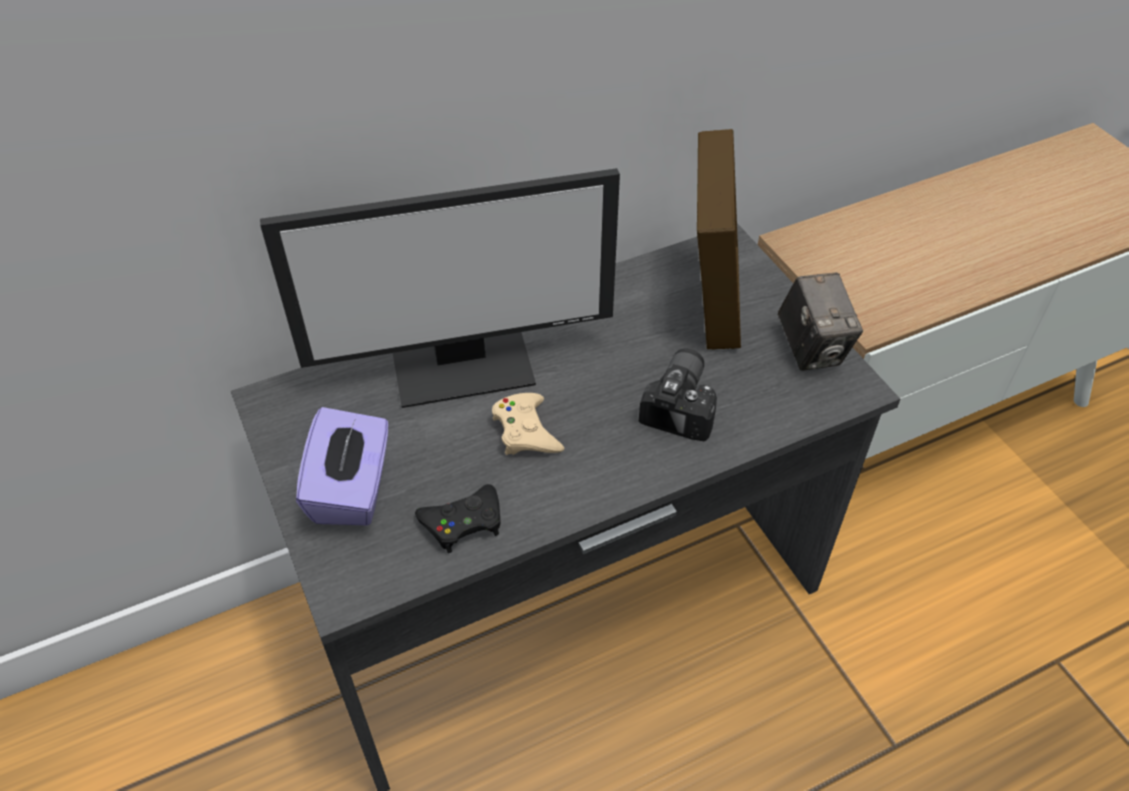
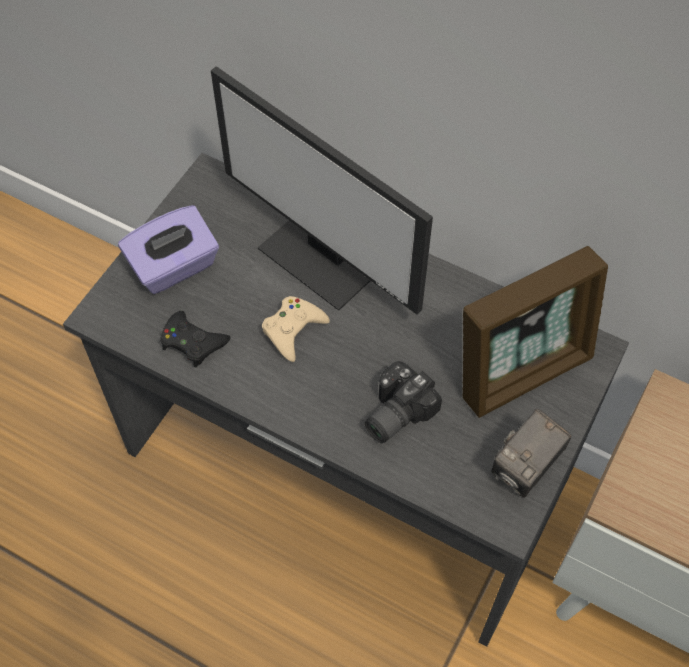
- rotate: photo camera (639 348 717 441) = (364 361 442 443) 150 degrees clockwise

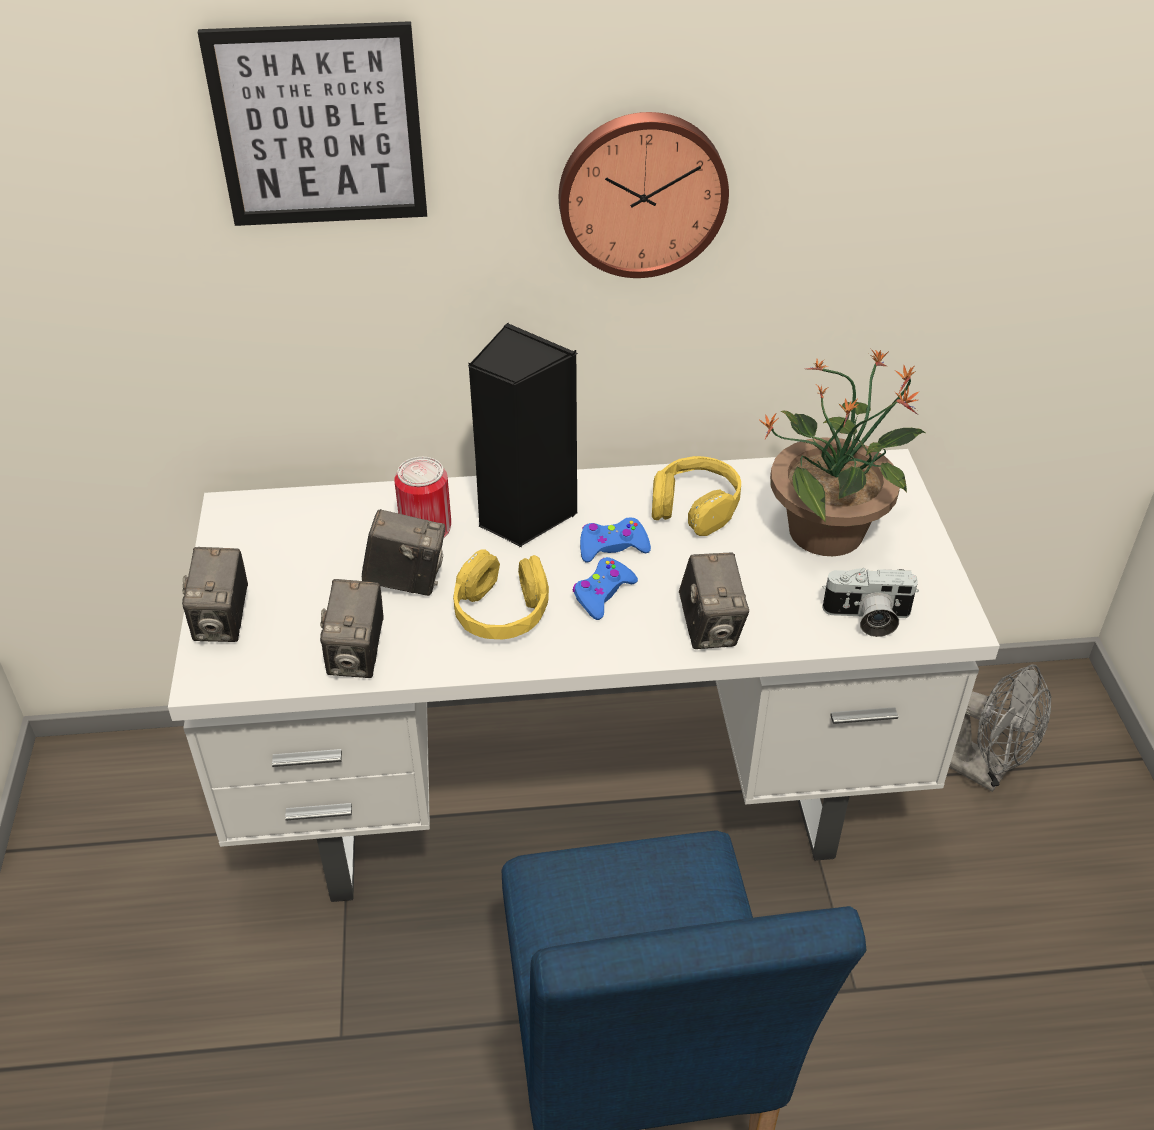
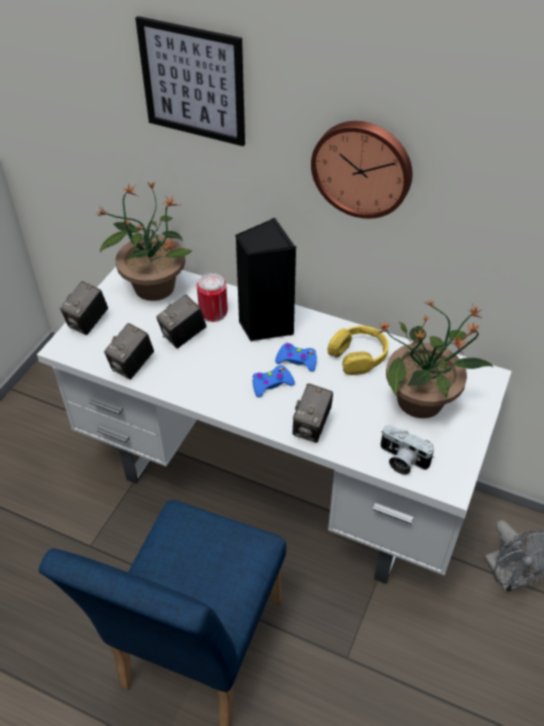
- rotate: photo camera (362 509 445 596) = (156 295 207 348) 105 degrees clockwise
- delete: yellow headphones (453 549 549 639)
- insert: potted plant (94 182 192 301)

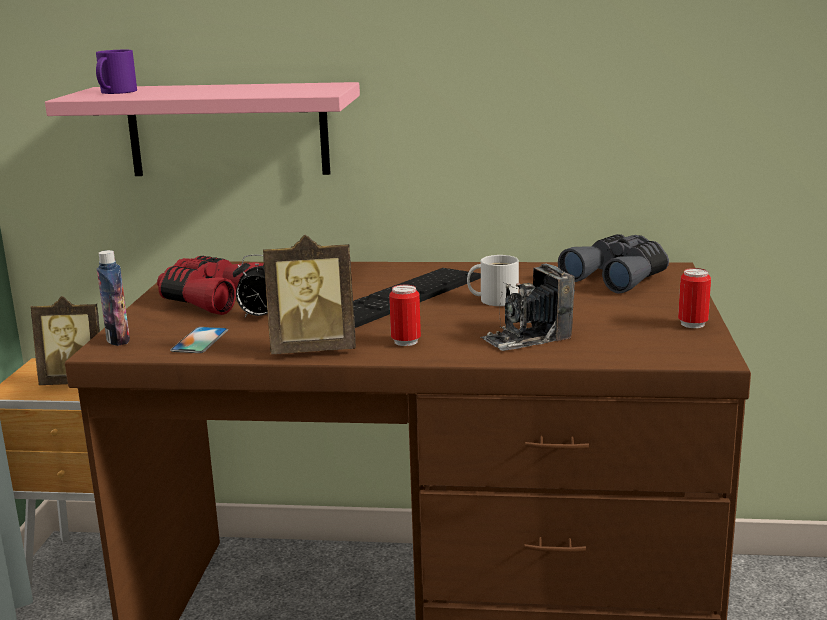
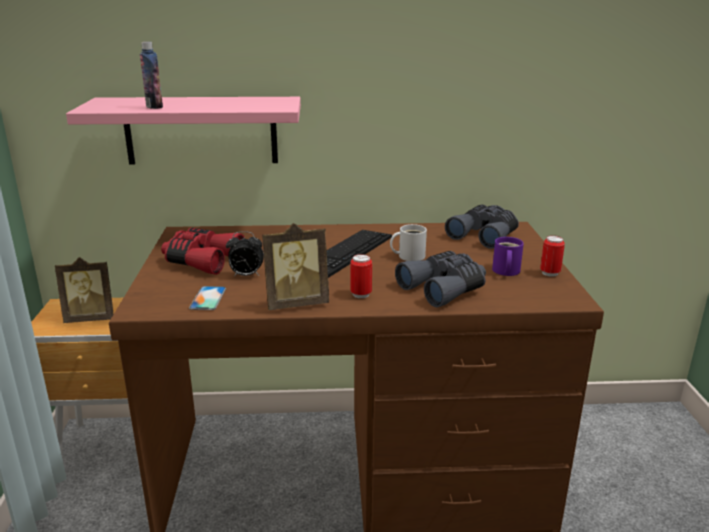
- move: purple mug (96 50 137 94) to (492 237 524 276)
- move: bottle (97 250 130 346) to (140 42 163 109)
- replace: photo camera (480 263 575 351) to grey binoculars (395 251 486 307)

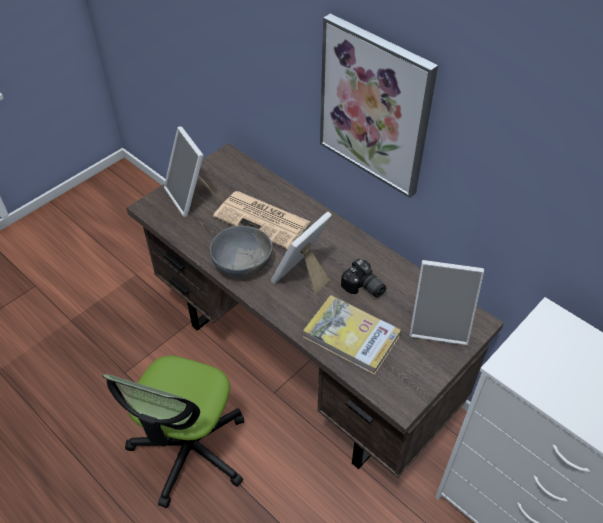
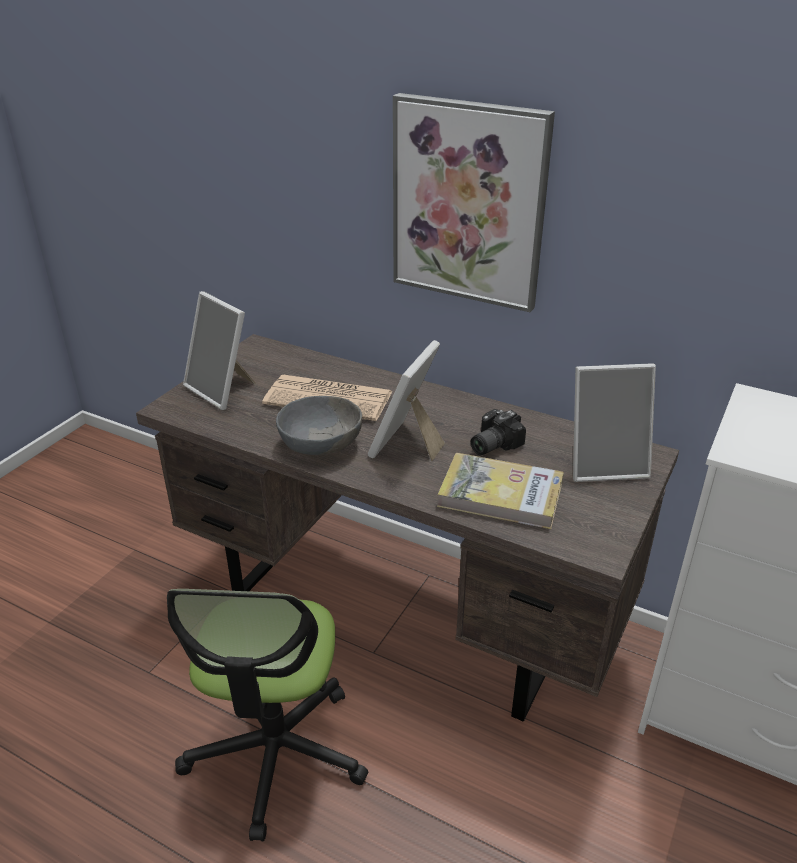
- rotate: photo camera (341 259 386 298) = (471 409 526 455) 105 degrees clockwise

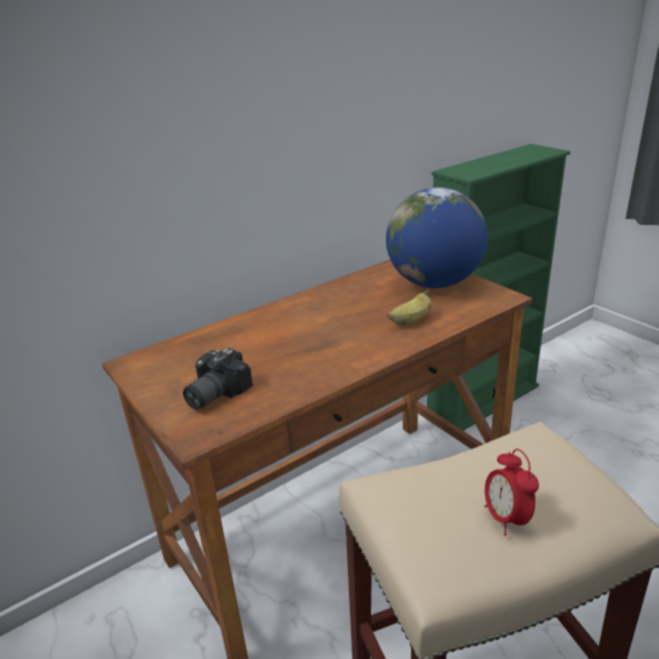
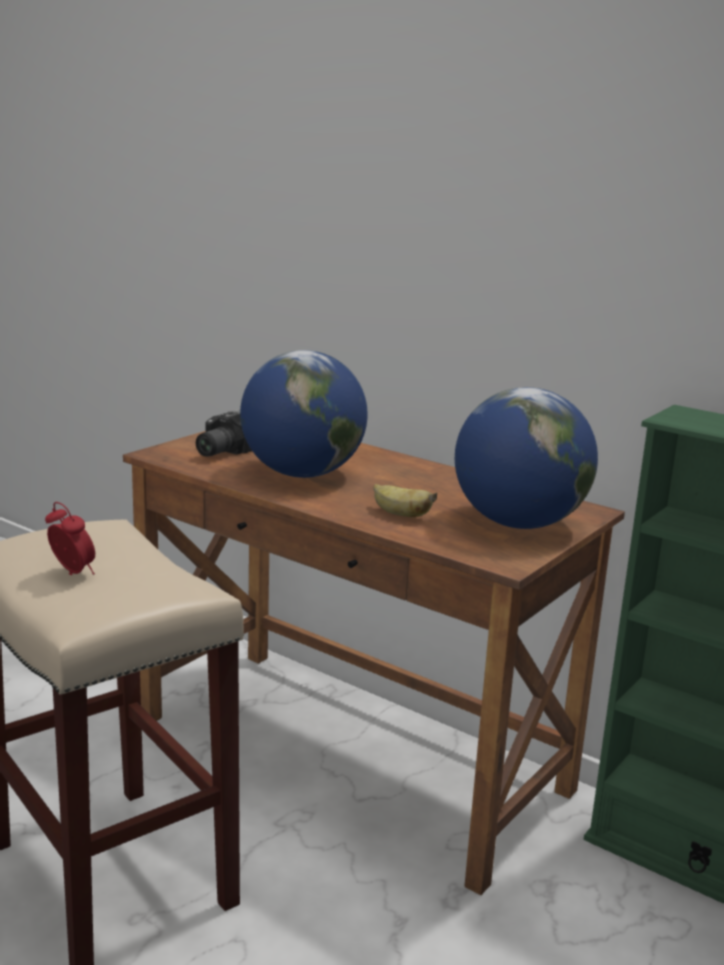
- rotate: photo camera (183 348 253 410) = (196 410 252 457) 75 degrees counterclockwise
- rotate: alarm clock (485 449 539 536) = (45 502 95 575) 75 degrees clockwise
- insert: globe (240 350 368 478)

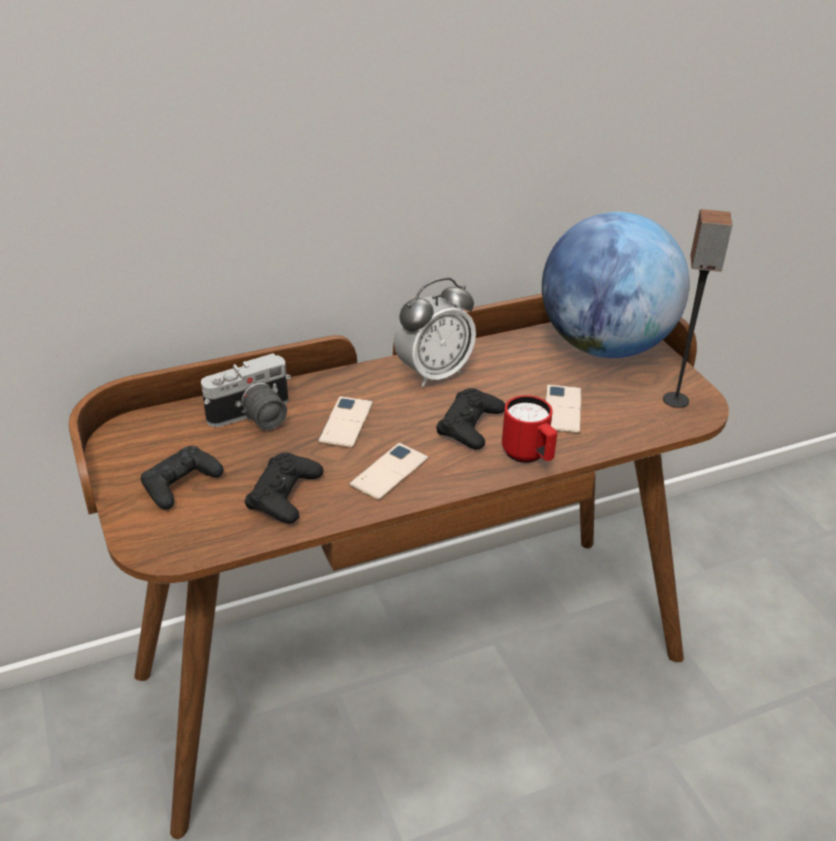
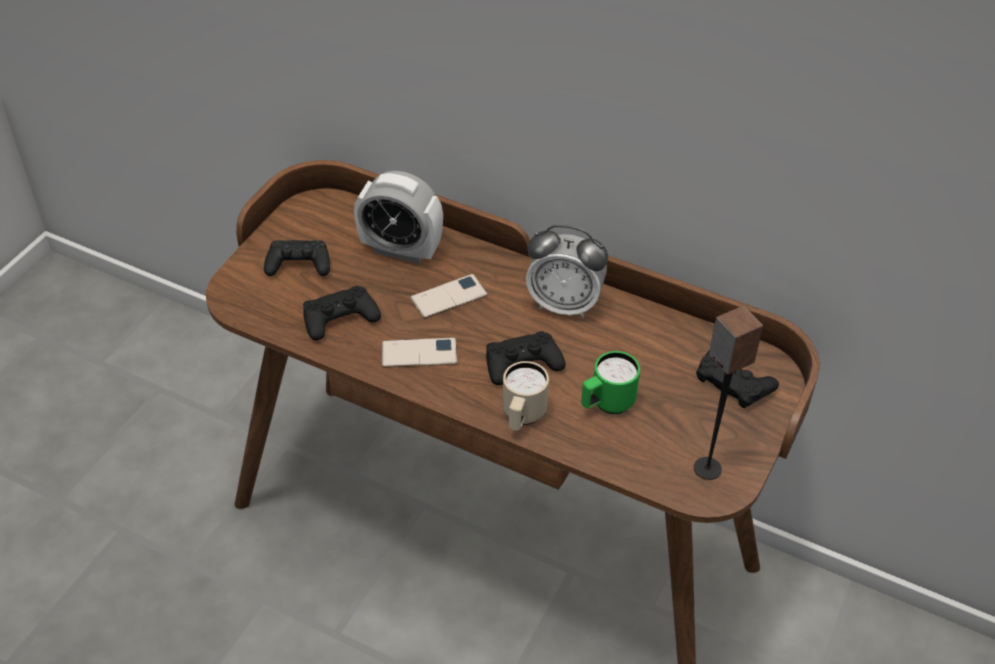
- replace: photo camera (201 353 291 430) to alarm clock (354 171 443 264)
- recolor: red mug (502 395 557 463) to beige mug (503 361 549 431)
- replace: globe (542 212 690 358) to black game controller (696 351 779 408)
- replace: phone (545 385 581 434) to green mug (581 351 640 414)

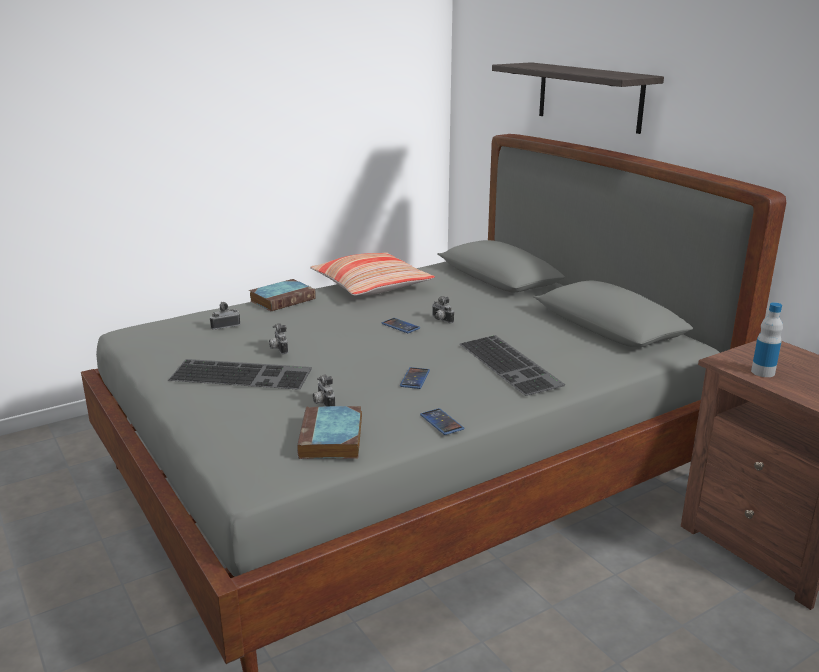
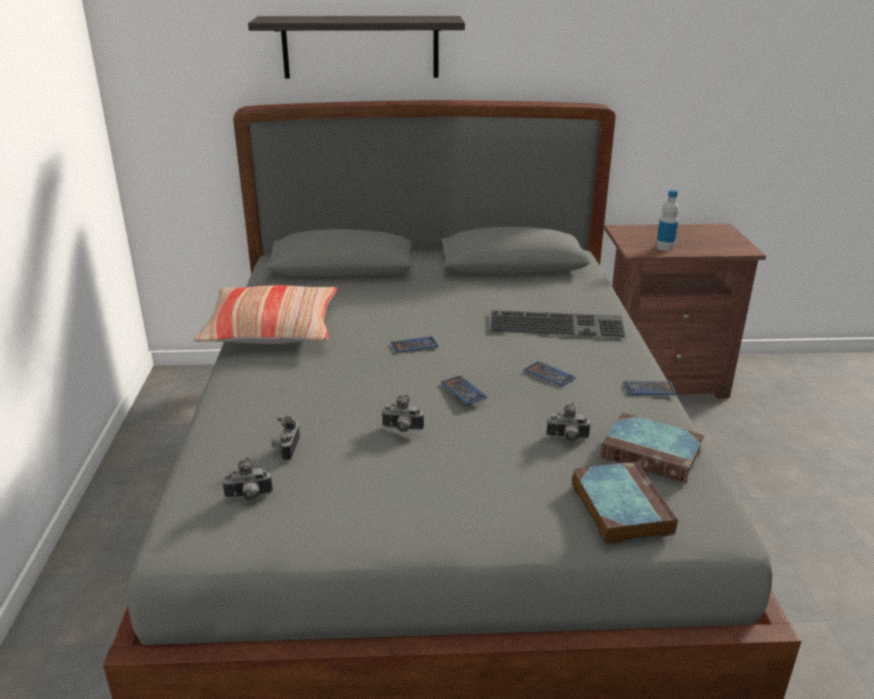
- delete: keyboard (168 359 312 390)
- move: book (249 279 316 311) to (572 461 678 545)
- move: photo camera (432 296 454 323) to (222 457 273 501)
- insert: phone (441 376 487 404)

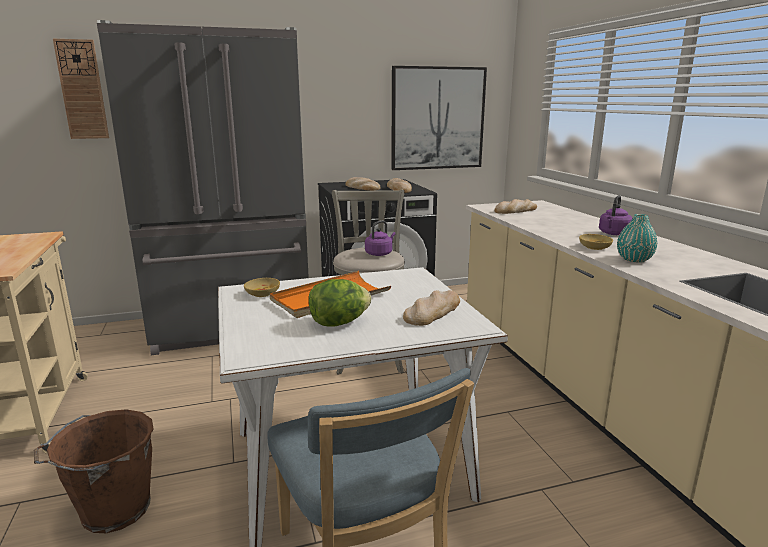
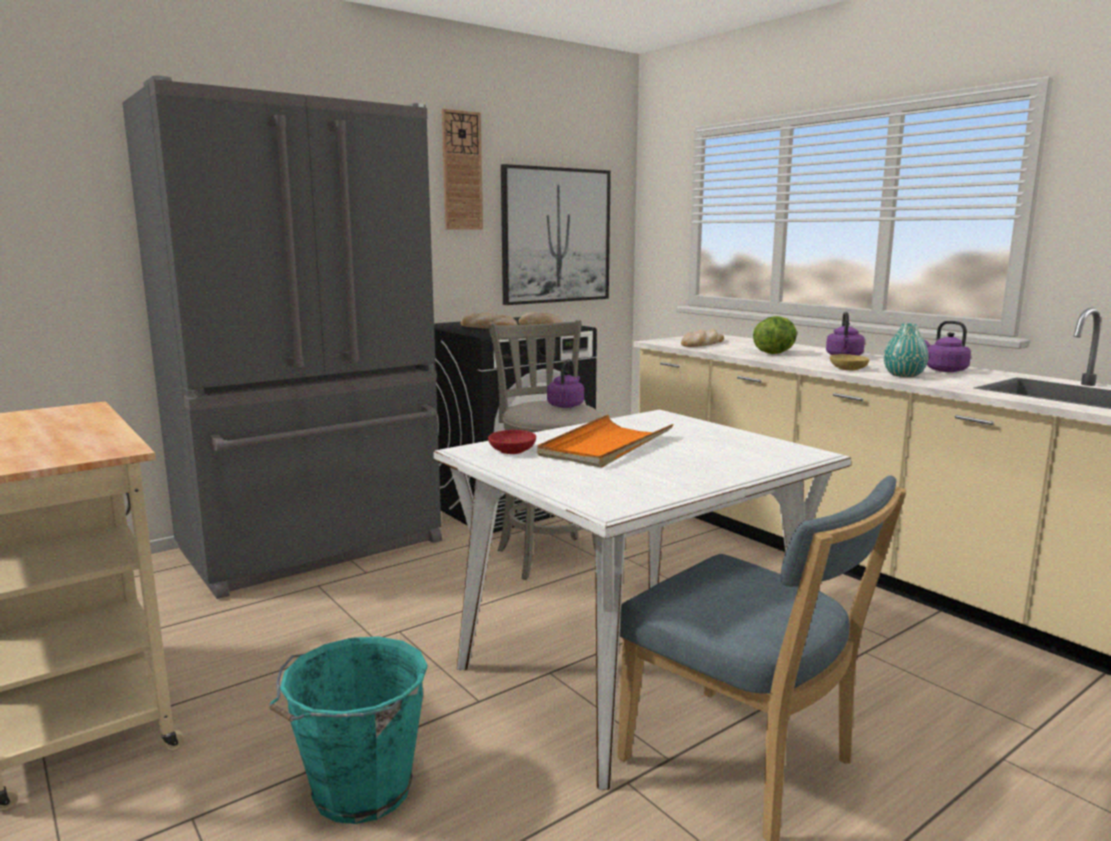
- recolor: brown bucket (34 409 154 533) to turquoise bucket (270 637 428 824)
- move: wall clock (53 39 109 139) to (442 109 483 230)
- recolor: beige bowl (244 278 280 297) to red bowl (488 430 536 454)
- move: lettuce (309 279 371 327) to (753 316 797 354)
- delete: bread (403 290 460 326)
- insert: purple kettle (924 321 971 372)

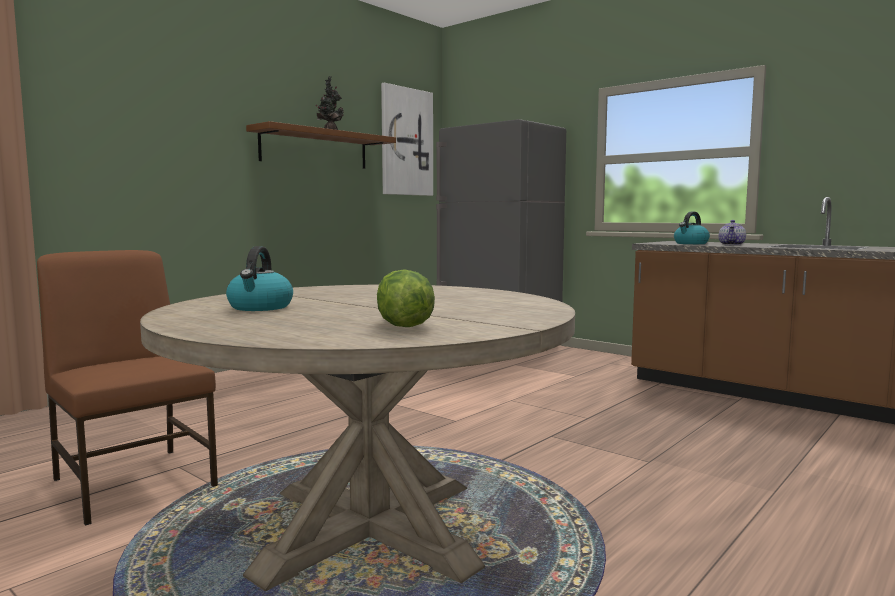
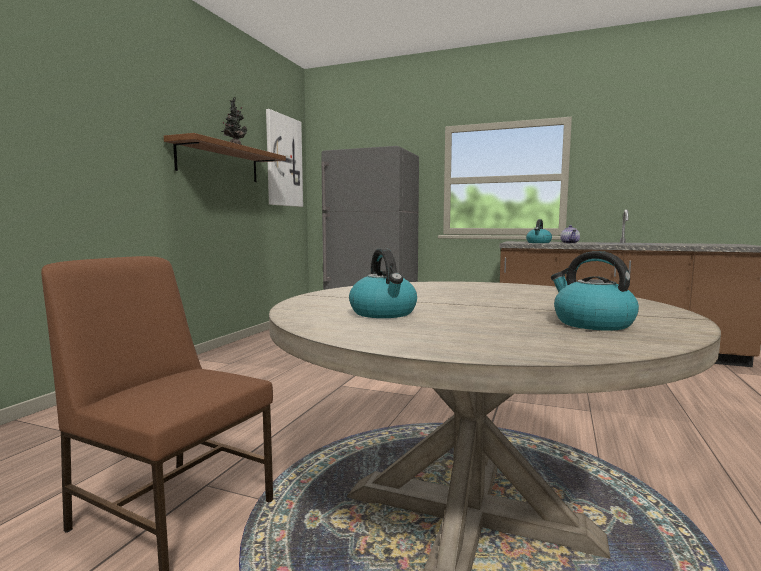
- replace: lettuce (377 269 435 327) to kettle (551 251 639 331)

